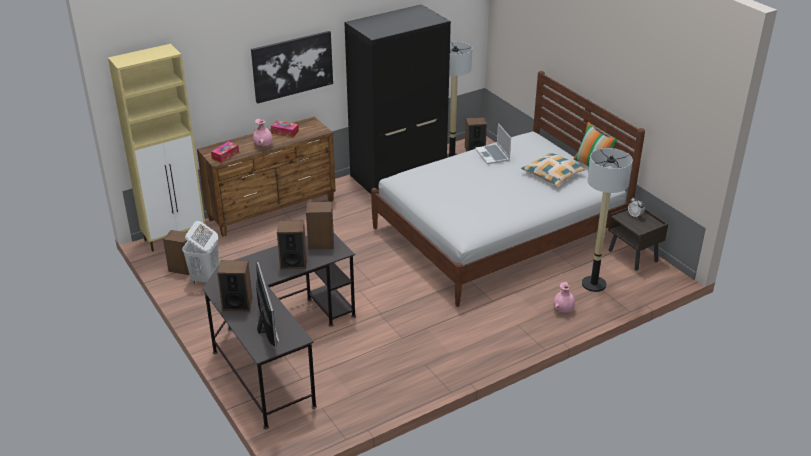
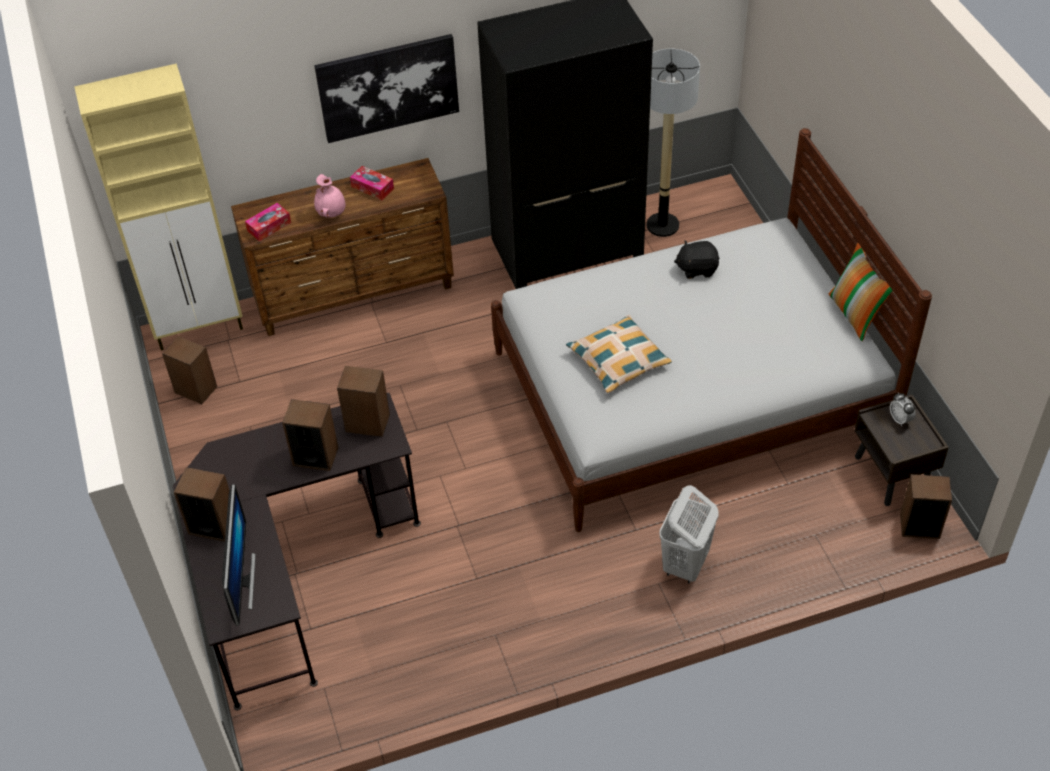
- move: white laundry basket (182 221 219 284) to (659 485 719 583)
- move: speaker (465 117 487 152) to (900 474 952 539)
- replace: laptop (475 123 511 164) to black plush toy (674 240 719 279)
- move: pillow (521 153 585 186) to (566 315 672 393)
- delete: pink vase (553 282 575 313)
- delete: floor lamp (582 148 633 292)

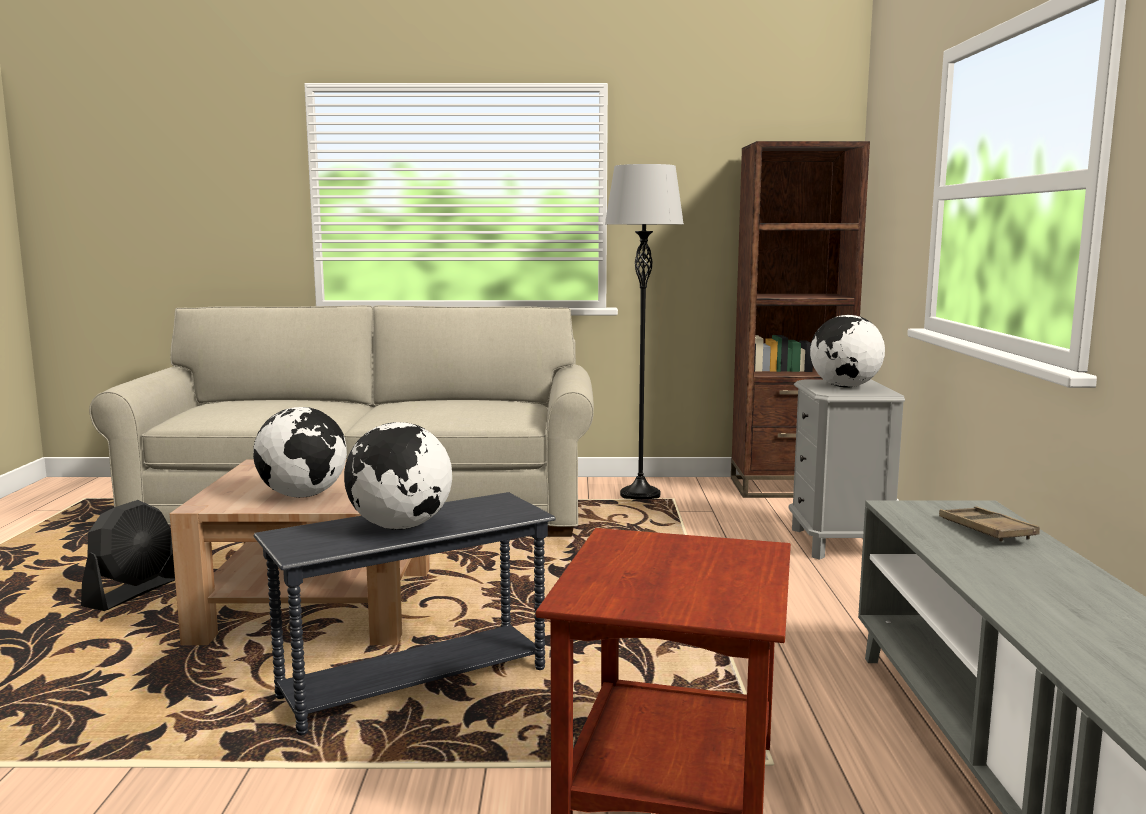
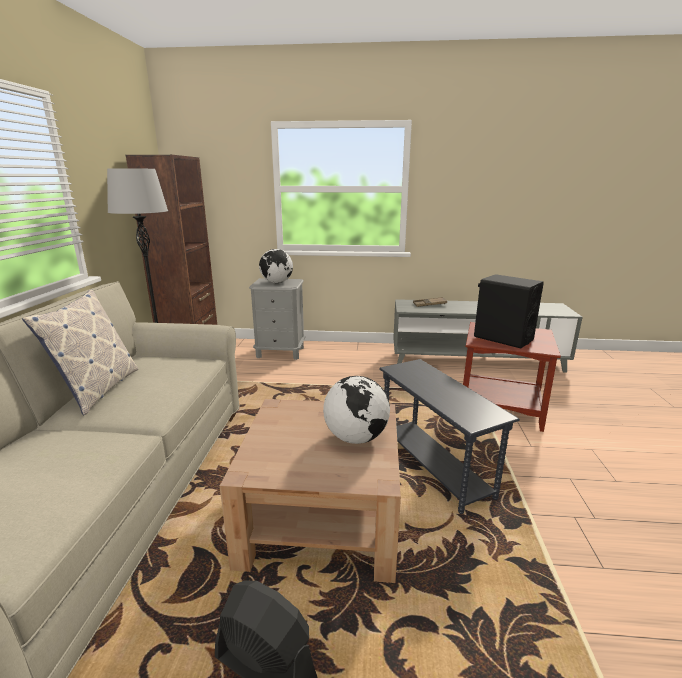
- delete: globe (344 422 452 530)
- insert: pillow (22 290 138 415)
- insert: black speaker (474 274 544 349)

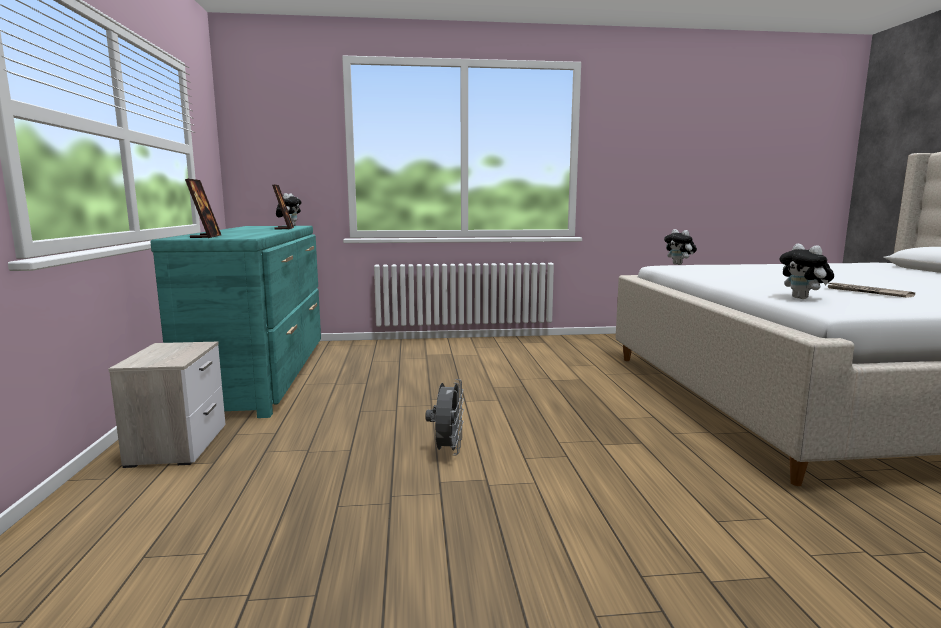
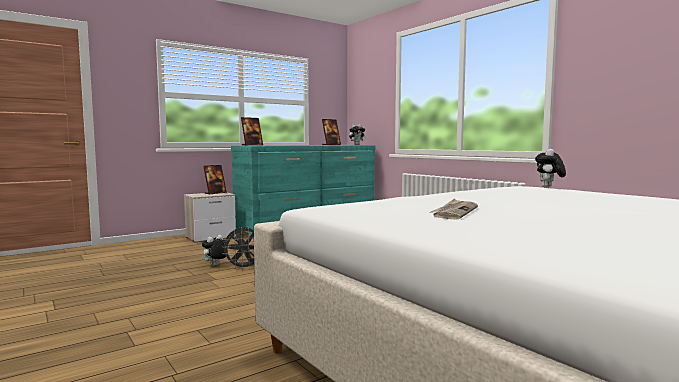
- move: plush toy (780 244 834 299) to (201 235 226 266)
- insert: picture frame (203 165 227 194)

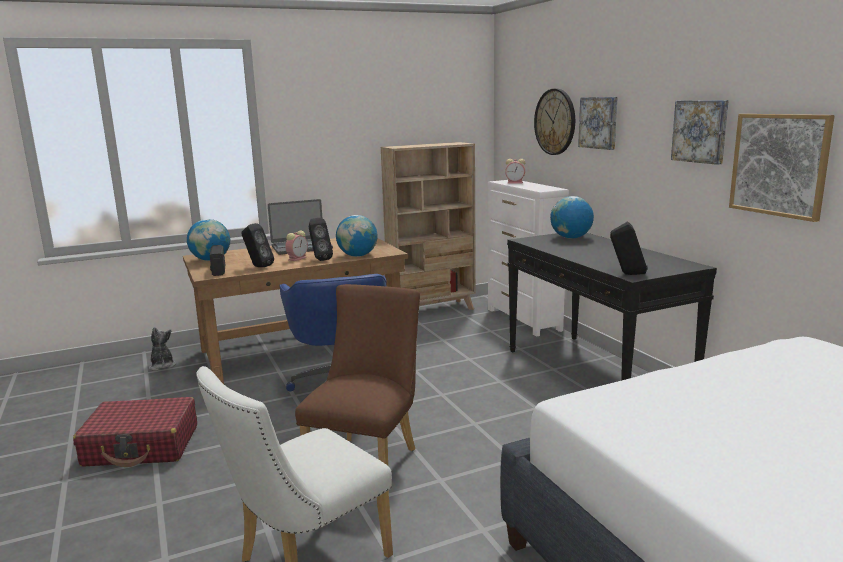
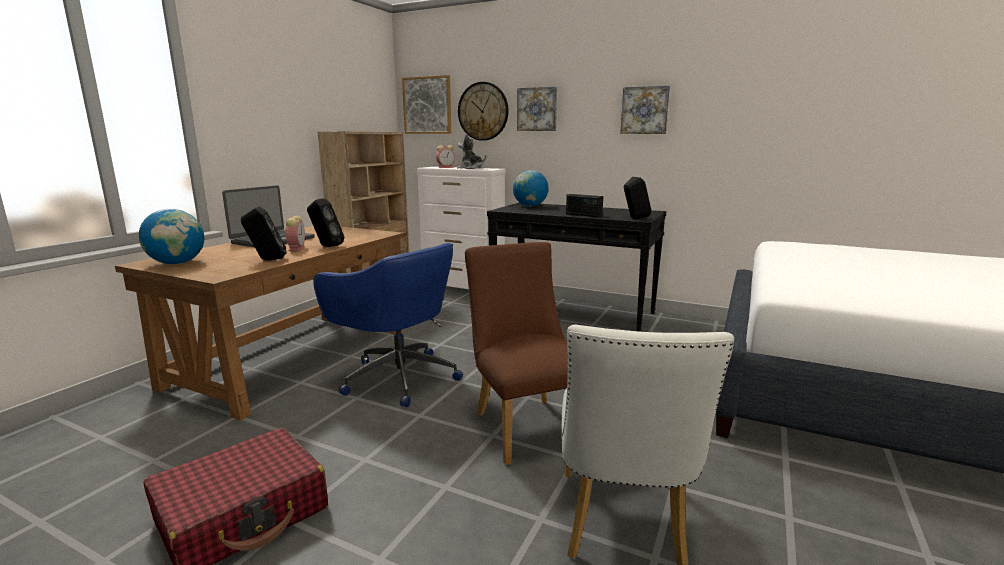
- move: plush toy (149 327 176 371) to (457 134 486 169)
- move: radio (210 245 225 276) to (566 194 603 217)
- delete: globe (336 215 377 257)
- move: picture (729 114 835 222) to (402 75 451 134)

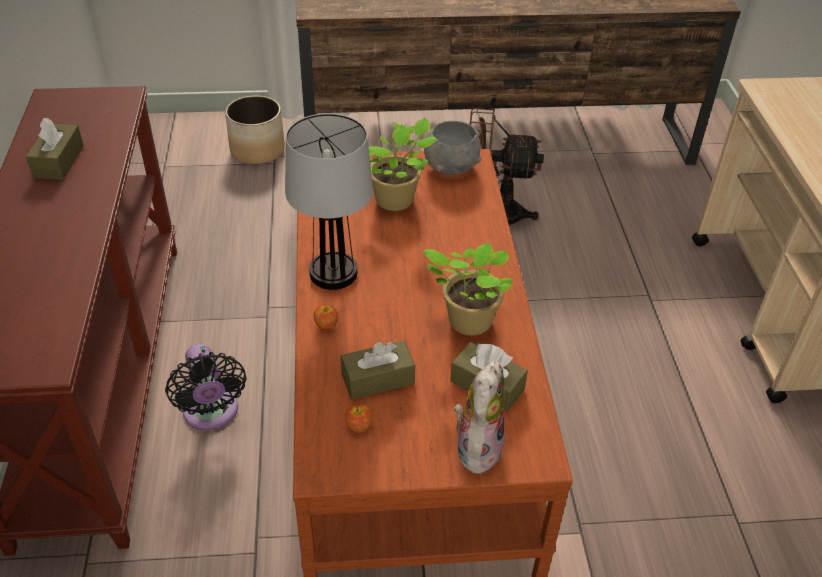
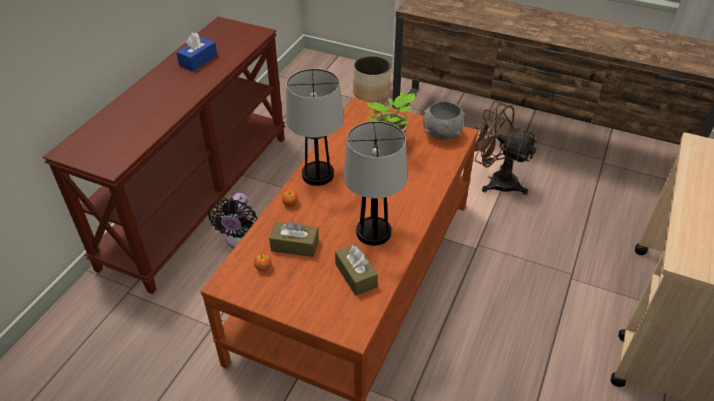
- recolor: brown tissue box (26 118 84 180) to blue tissue box (176 32 217 71)
- replace: potted plant (423 242 513 335) to table lamp (343 121 407 246)
- delete: plush toy (454 361 505 475)

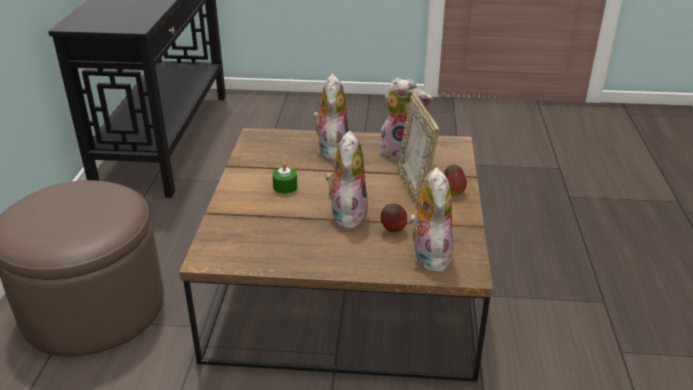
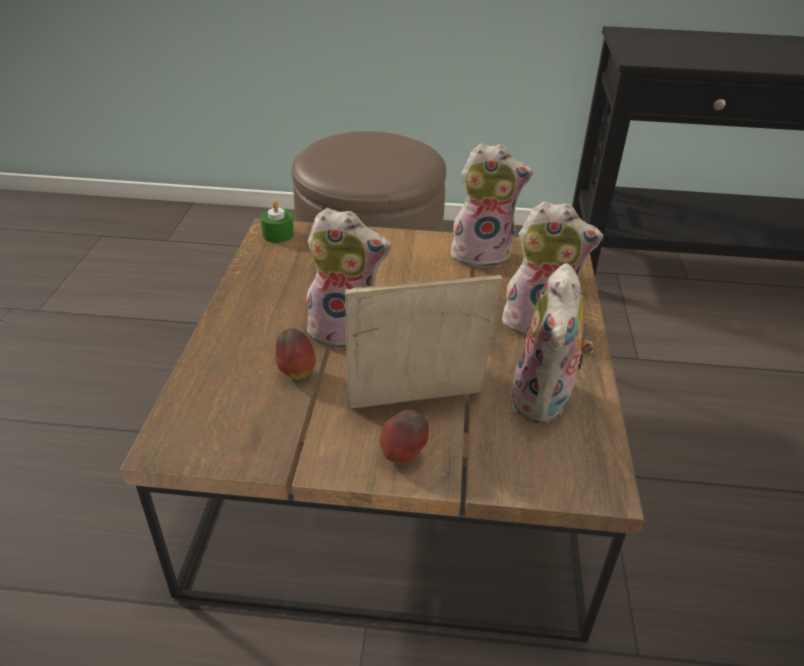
- move: green candle (272 162 297 194) to (260 200 294 243)
- move: plush toy (409 167 453 273) to (450 143 533 268)

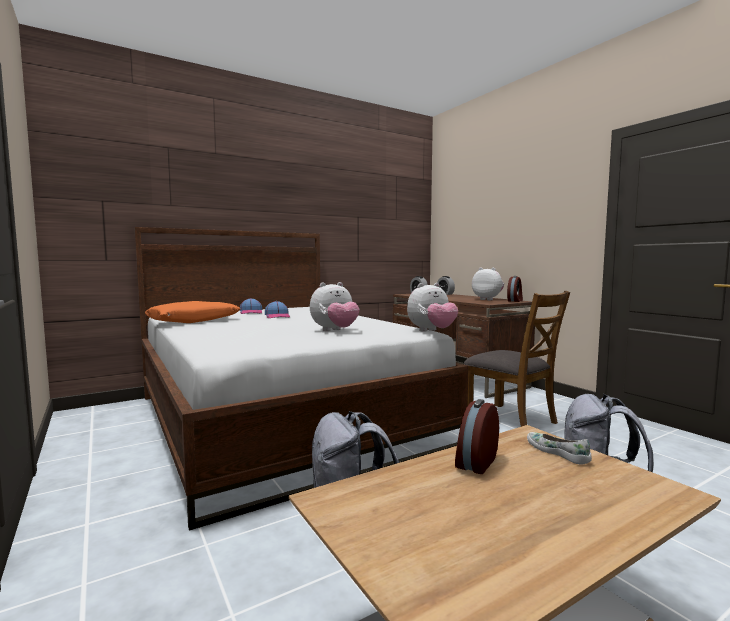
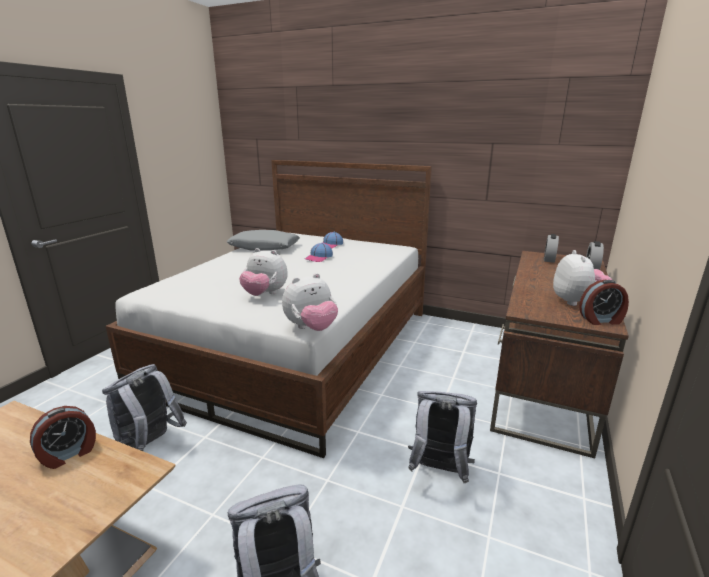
- recolor: orange pillow (145 301 240 323) to grey pillow (227 230 300 251)
- rotate: plush toy (407 283 458 332) = (282 273 338 331) 60 degrees counterclockwise
- rotate: alarm clock (455 399 499 474) = (30 406 96 469) 135 degrees clockwise
- replace: brown chair (464 291 570 427) to grey backpack (408 391 477 483)
- delete: white shoe (527 432 592 465)

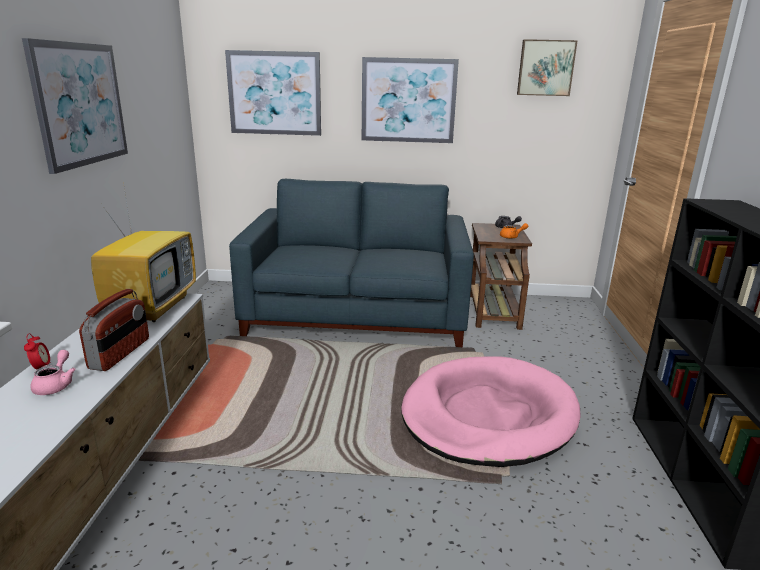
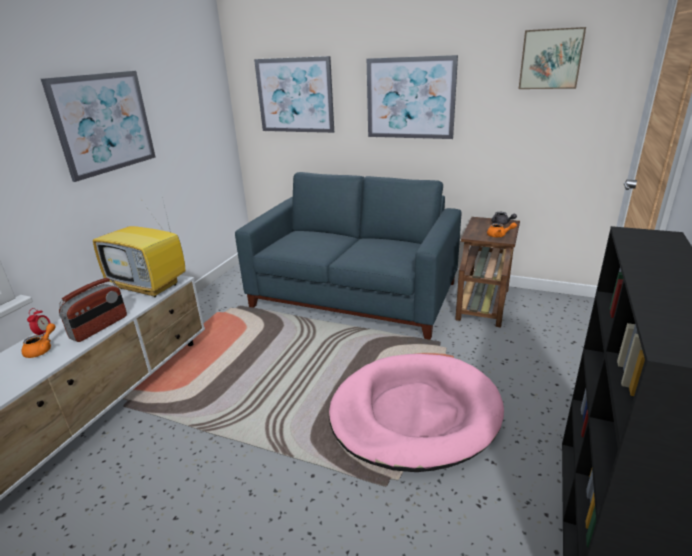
- recolor: pink teapot (30 350 76 395) to orange teapot (21 323 56 358)
- rotate: television (91 189 196 322) = (93 193 185 298) 90 degrees clockwise

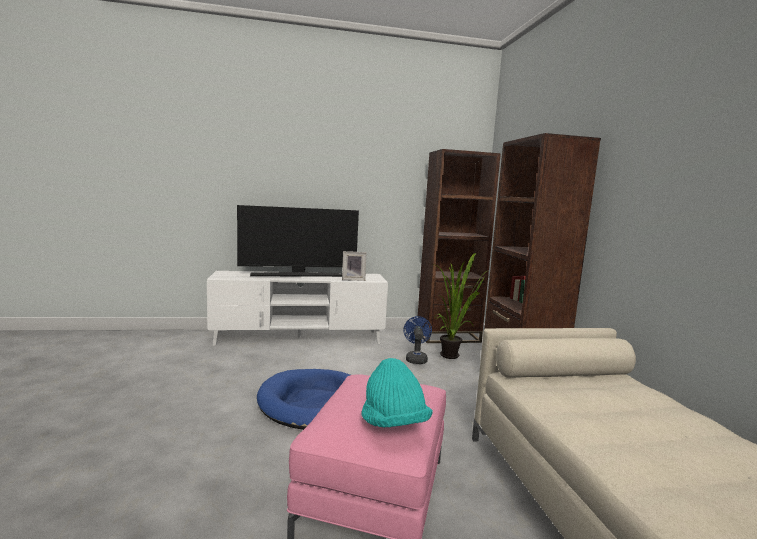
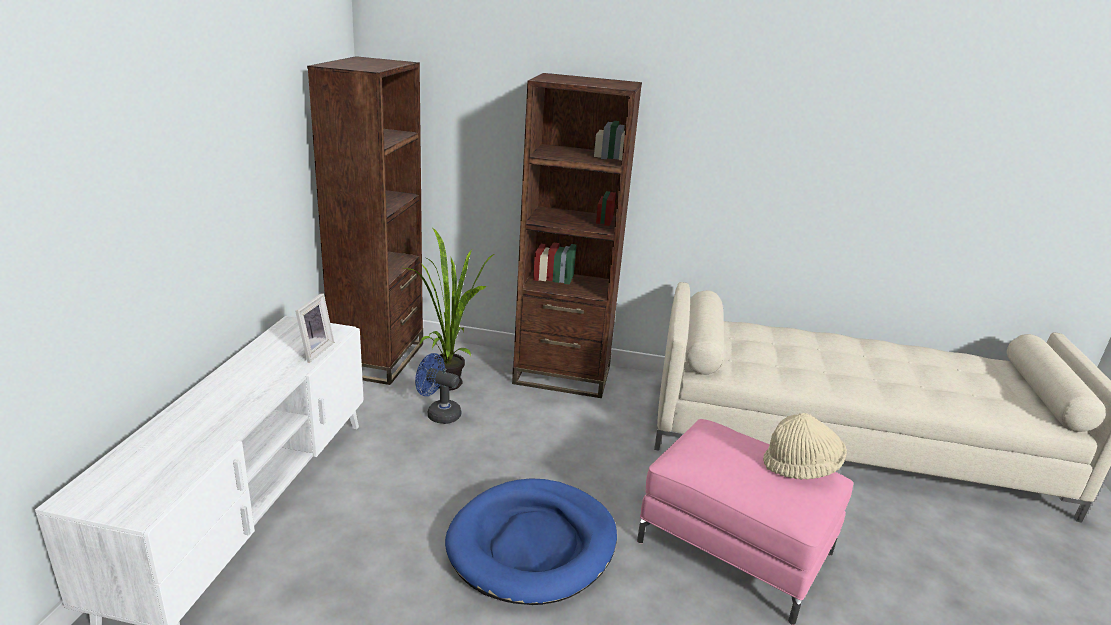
- delete: television (237 205 359 277)
- recolor: turquoise hat (362 358 433 427) to beige hat (763 413 847 480)

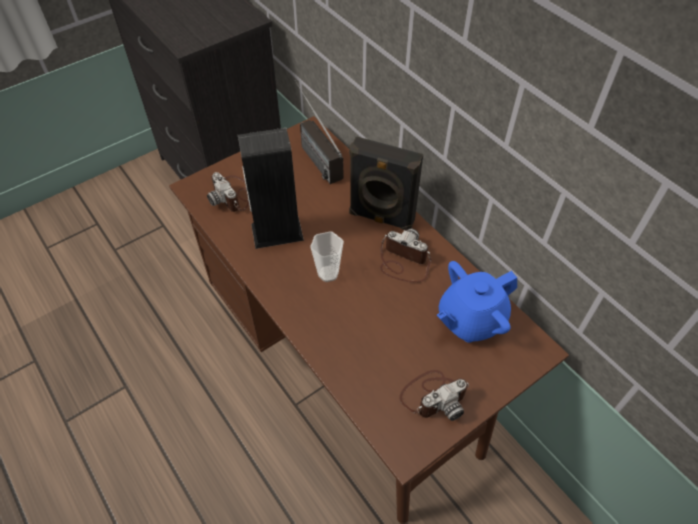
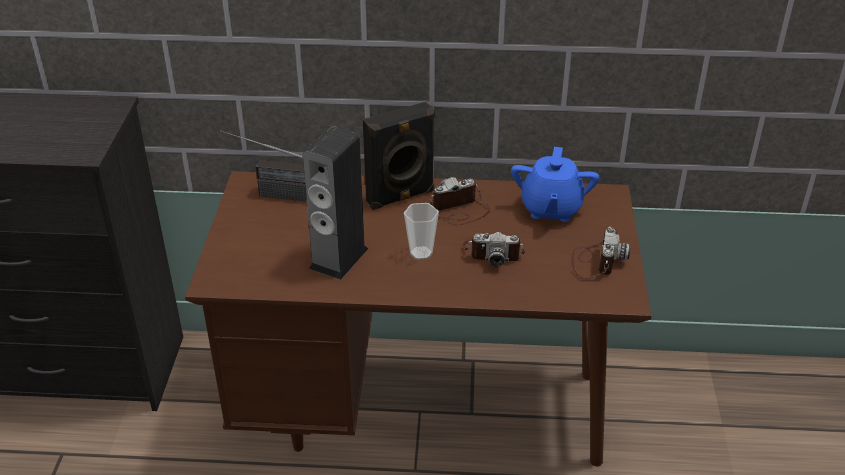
- move: photo camera (207 172 249 212) to (463 232 525 266)

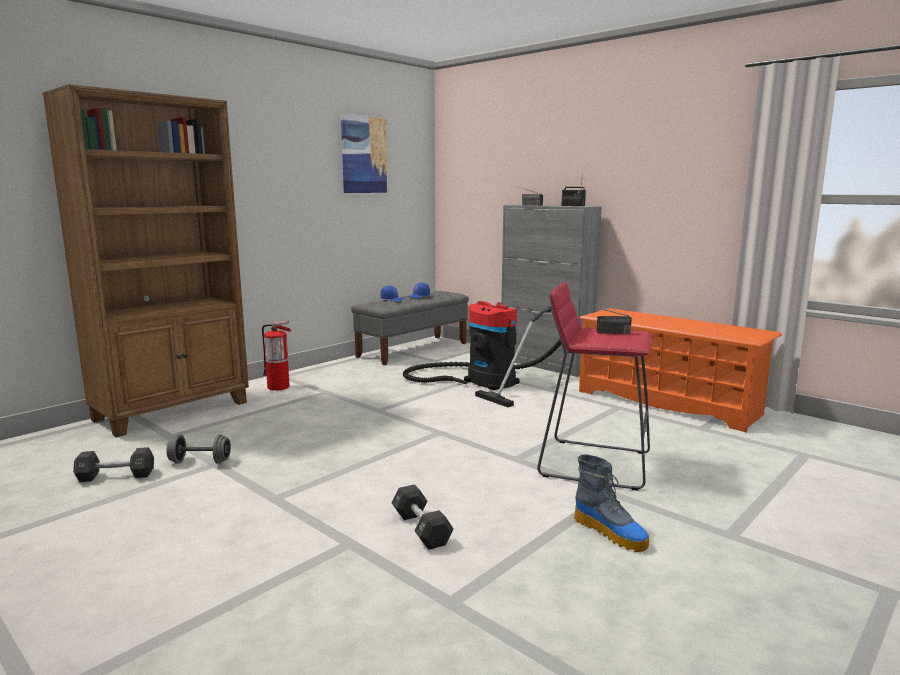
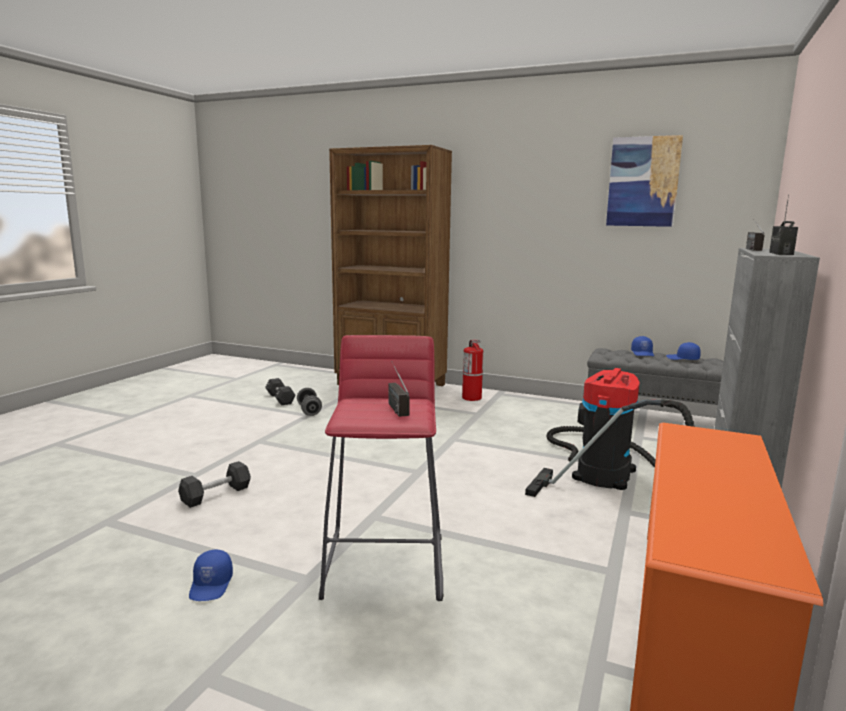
- replace: boot (574 454 649 552) to blue cap (189 550 233 601)

